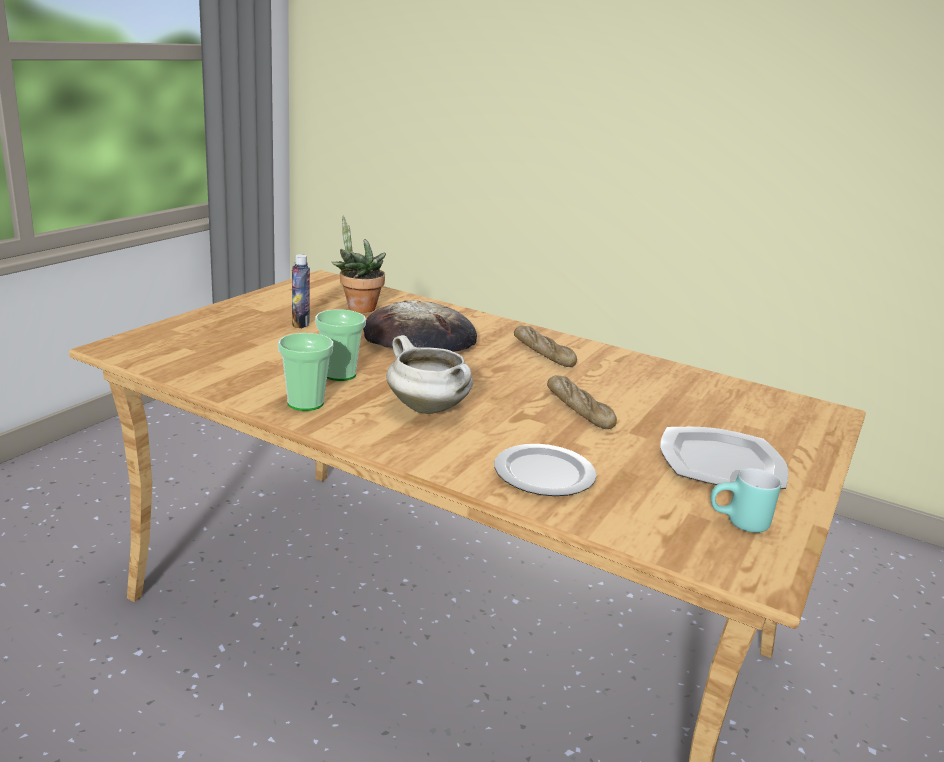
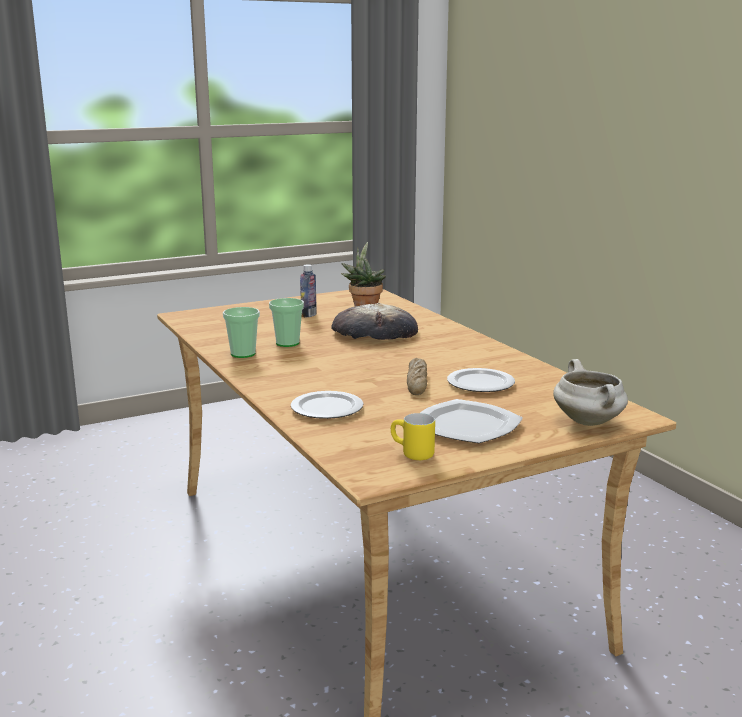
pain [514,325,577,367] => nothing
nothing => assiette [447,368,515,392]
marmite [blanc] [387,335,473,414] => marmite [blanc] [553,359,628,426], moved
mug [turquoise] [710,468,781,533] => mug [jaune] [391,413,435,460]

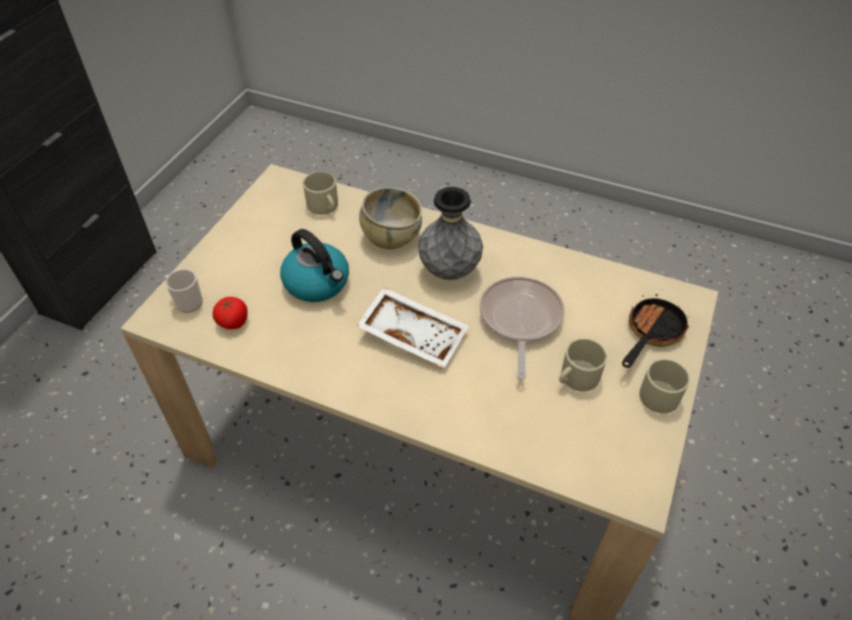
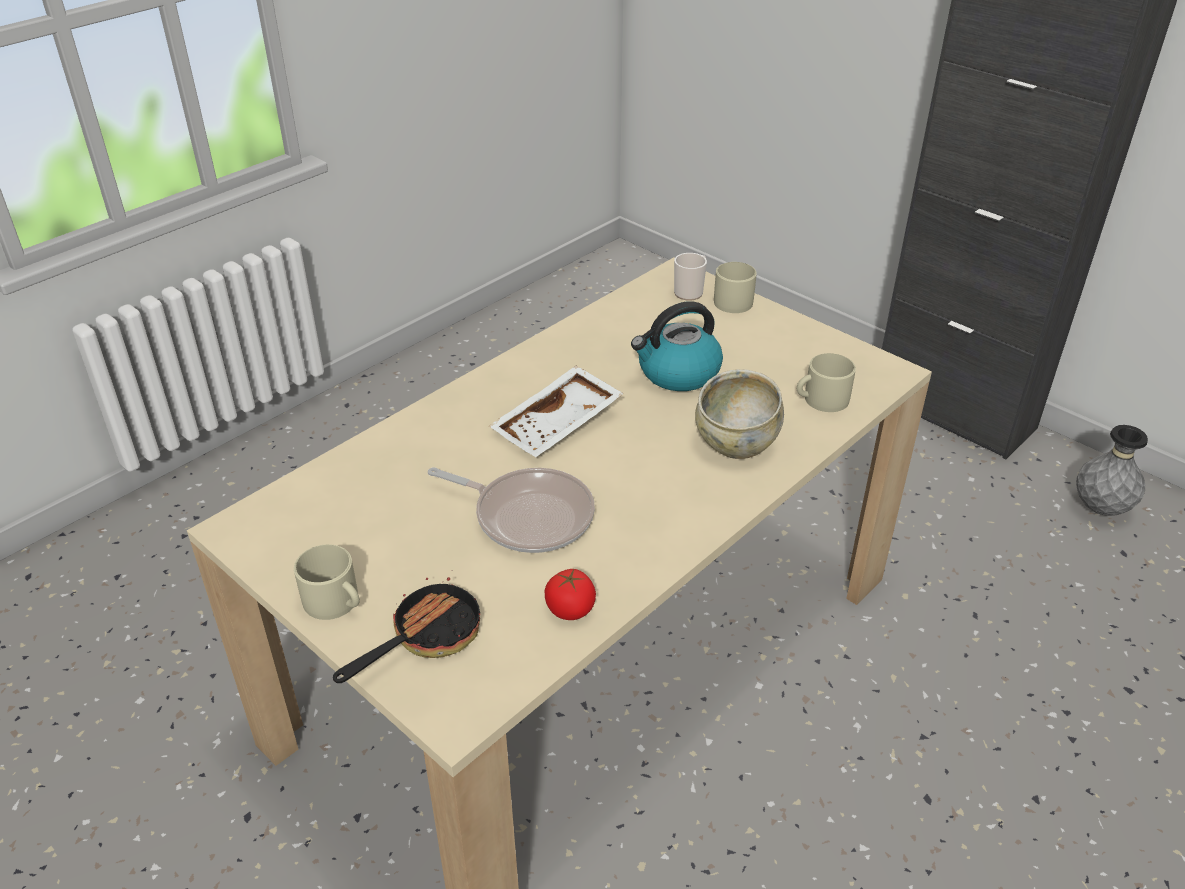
tomate [213,297,248,329] => tomate [544,569,596,620], moved
vase [gris] [418,187,483,280] => vase [gris] [1076,425,1148,516], moved
mug [beige] [559,339,607,392] => mug [beige] [714,262,757,313], moved
poêle [622,294,689,368] => poêle [333,577,481,683], 105 degrees counterclockwise

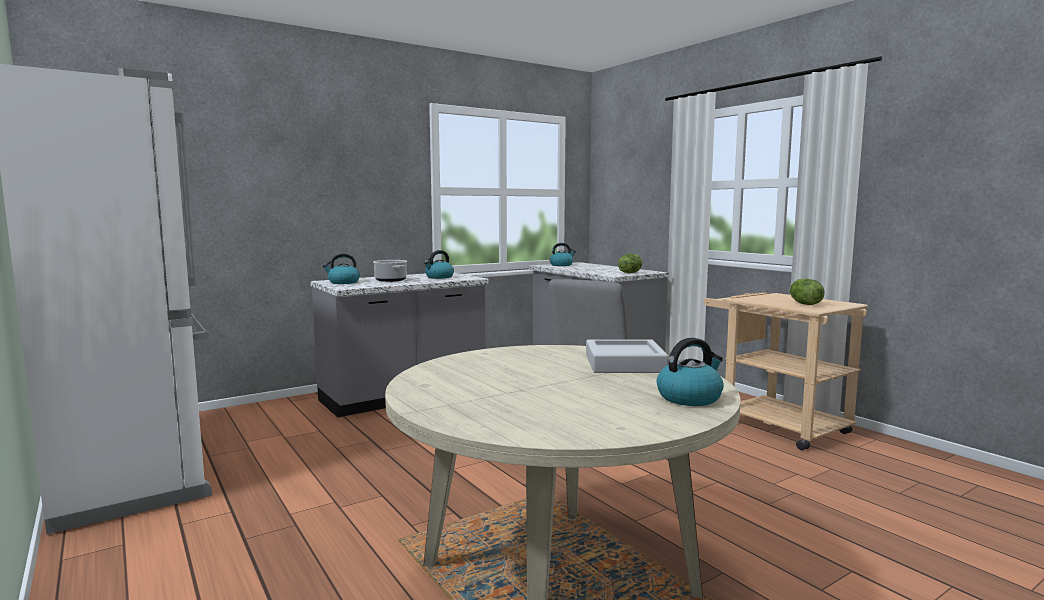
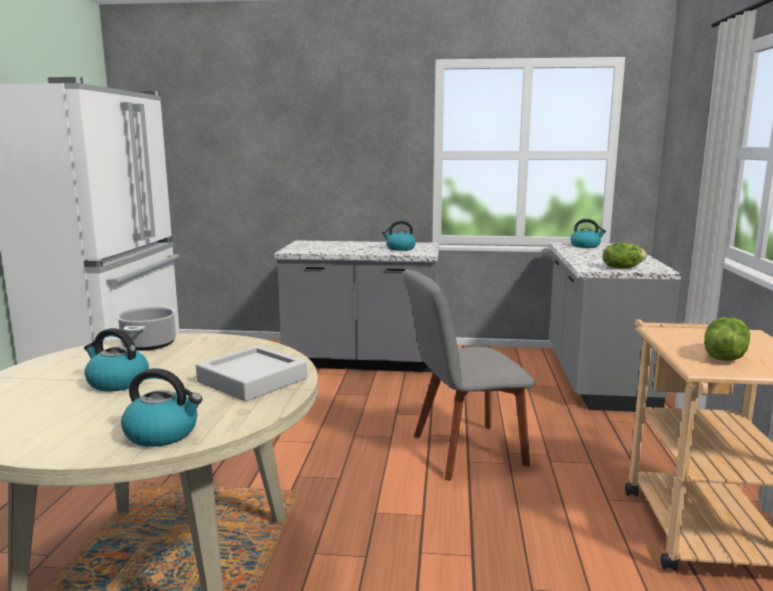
bouilloire [323,253,360,284] => bouilloire [84,328,149,391], moved
marmite [374,260,407,282] => marmite [116,307,176,351], moved

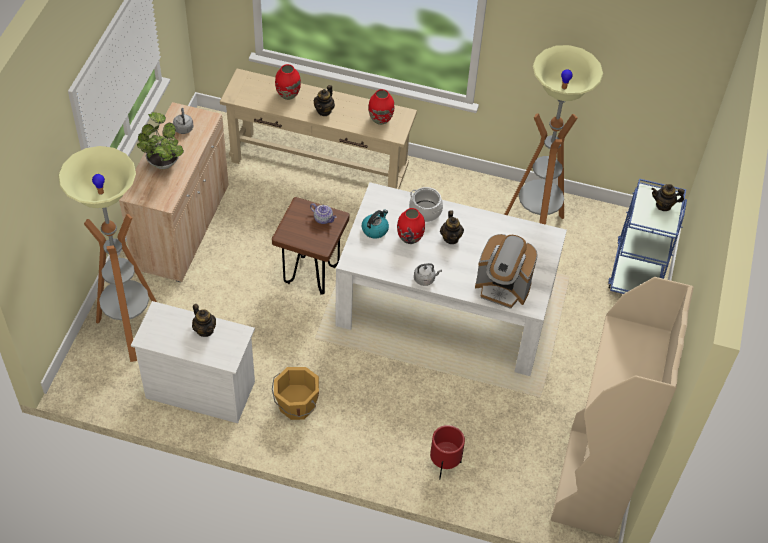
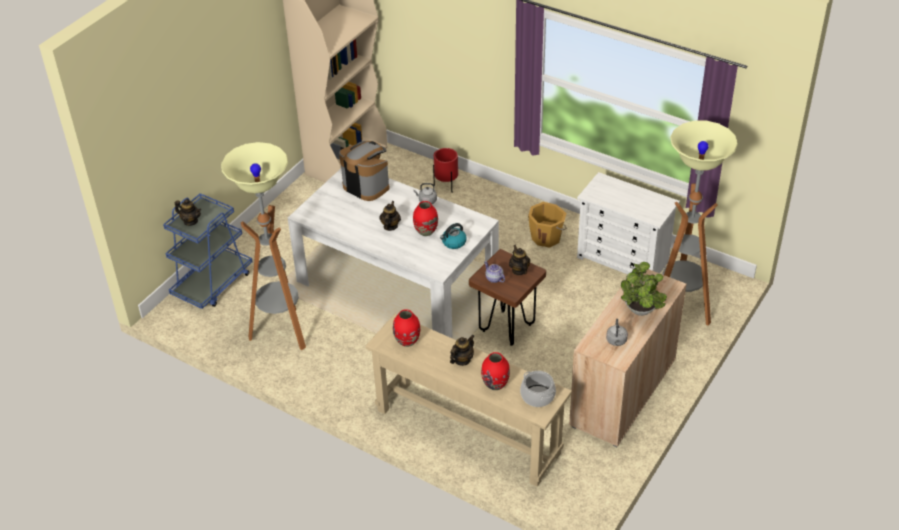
théière [192,304,216,337] => théière [509,245,530,275], moved
marmite [409,187,443,222] => marmite [520,371,556,407], moved

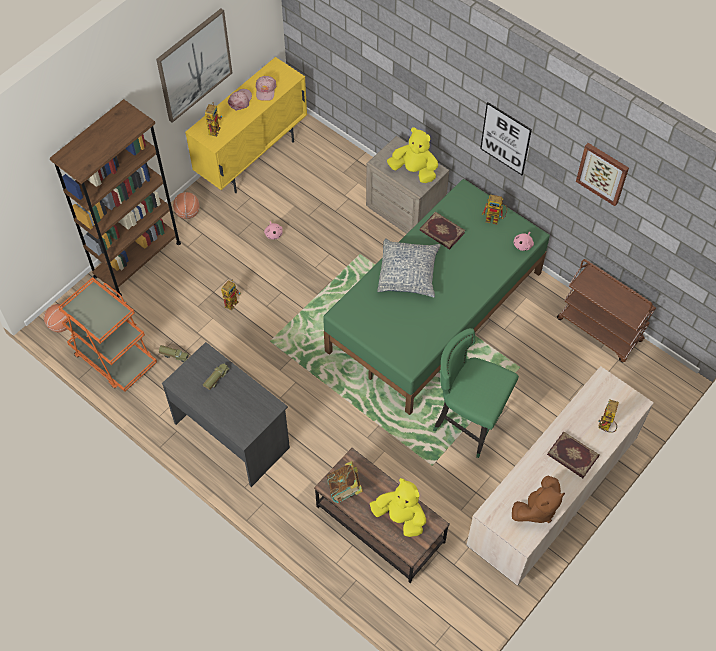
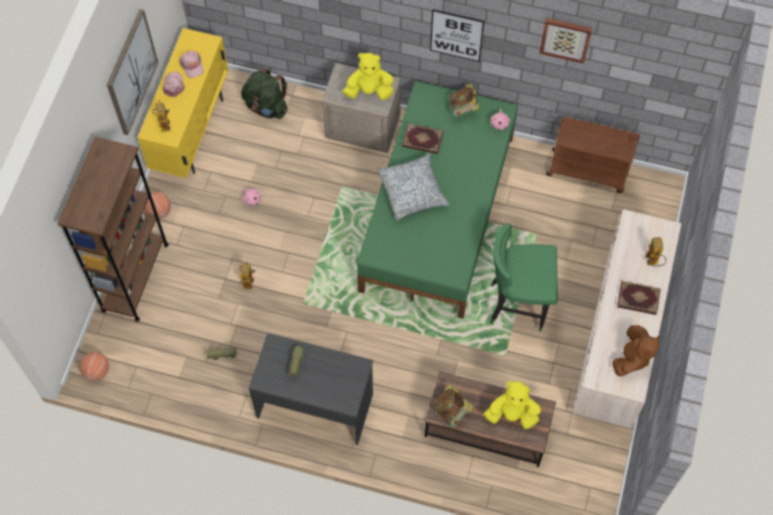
chariot [orange] [58,277,157,392] => nothing
nothing => sac à dos [vert] [241,69,287,119]
robot jouet [482,195,507,224] => livre [449,84,480,117]

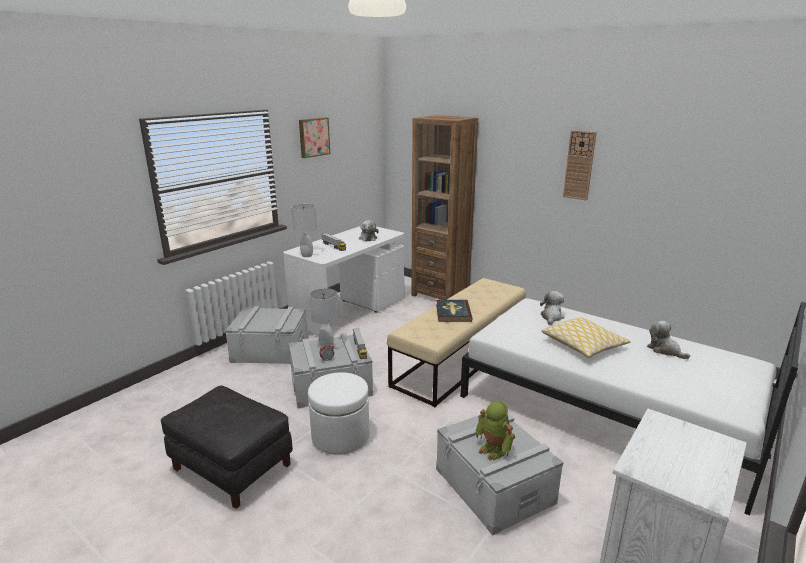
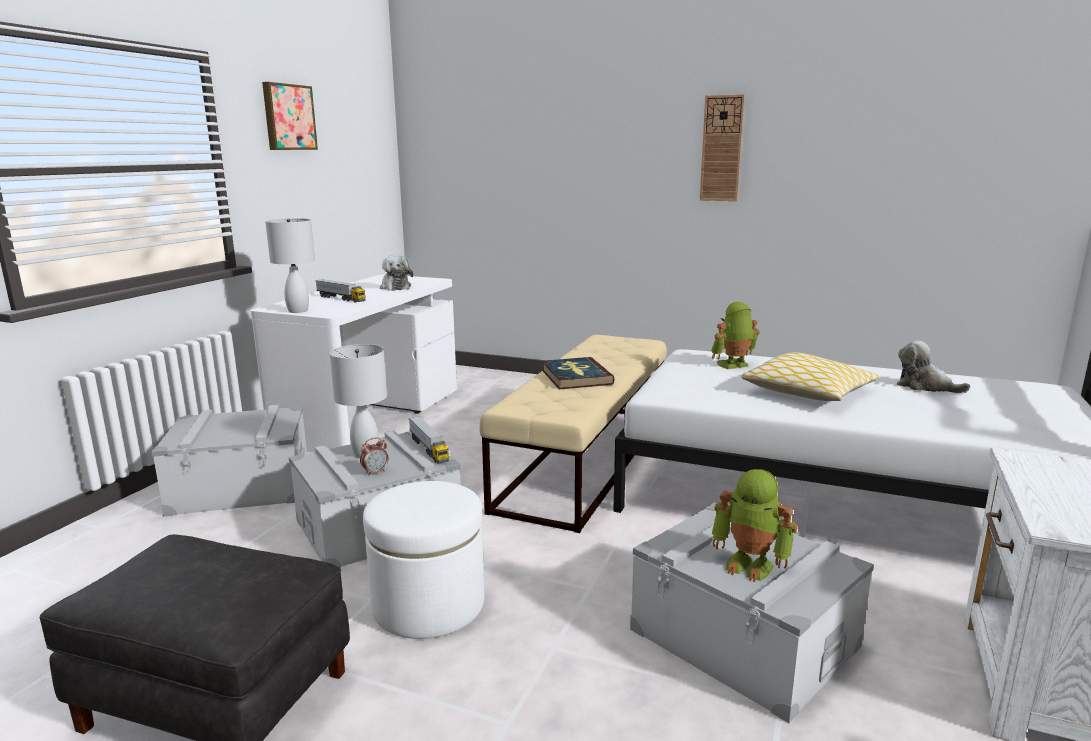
bibliothèque [marron] [411,115,478,300] => nothing
peluche [540,291,564,325] => robot jouet [711,302,760,369]

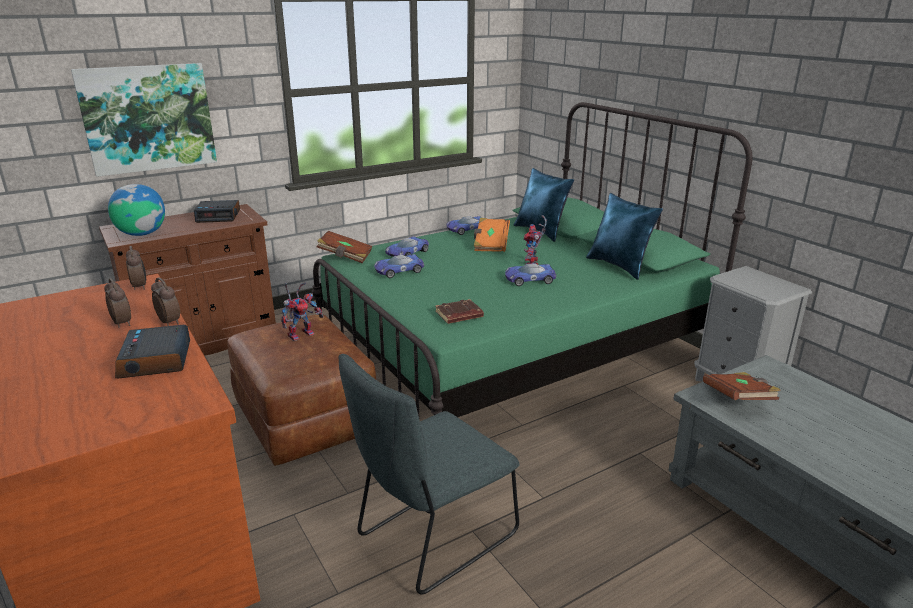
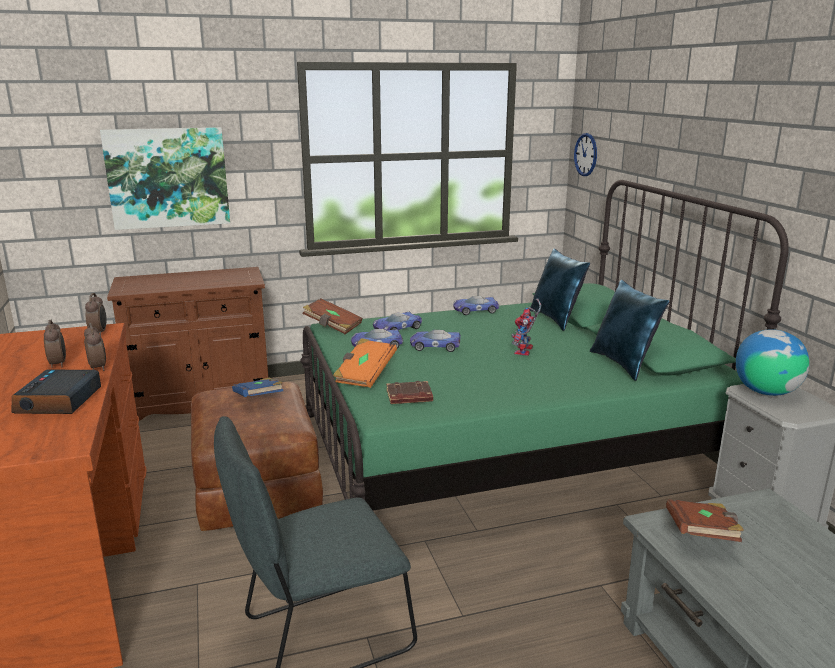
réveil [194,200,240,223] => nothing
nothing => horloge murale [574,133,597,176]
globe [108,184,165,236] => globe [736,329,809,396], moved
livre [orange] [474,218,510,252] => livre [orange] [333,338,397,388], moved
petite voiture [505,263,557,286] => petite voiture [410,330,461,352], moved
robot jouet [281,282,324,341] => livre [bleu] [232,378,283,397]

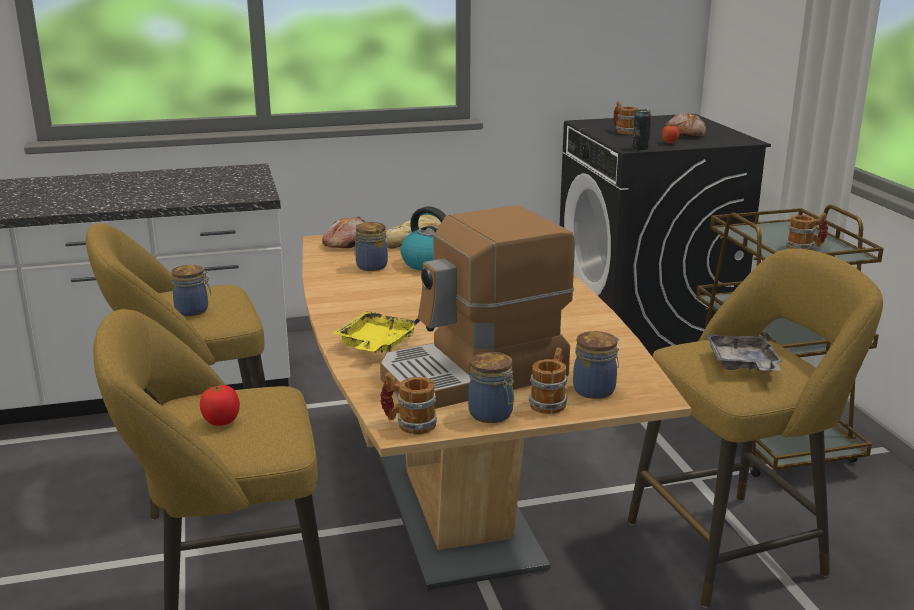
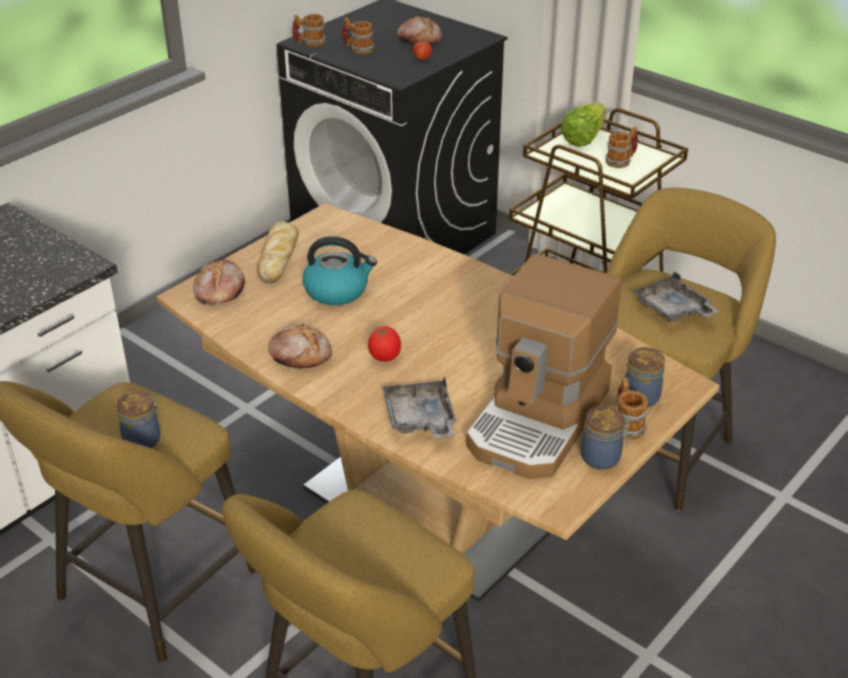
bocal [354,222,388,271] => nothing
boîte métallique [633,109,652,150] => nothing
nothing => pain [268,324,332,368]
nothing => laitue [561,102,606,147]
tomate [200,384,240,426] => tomate [368,326,401,362], moved
mug [380,372,437,435] => mug [292,14,326,47], moved
plateau [jaune] [333,311,420,353] => plateau [gris] [382,376,457,438]

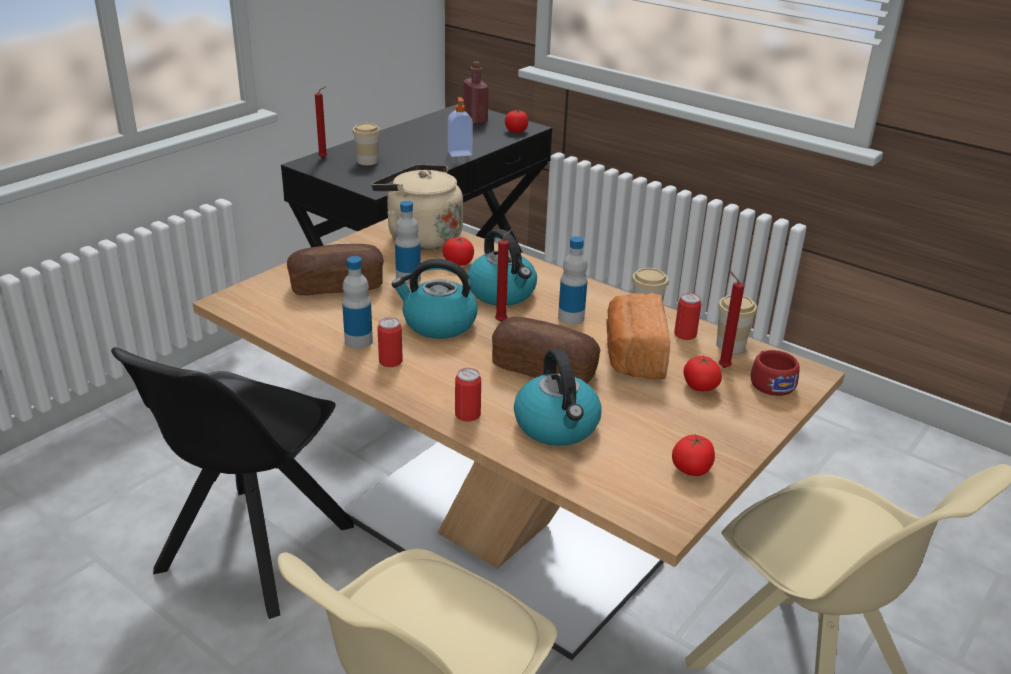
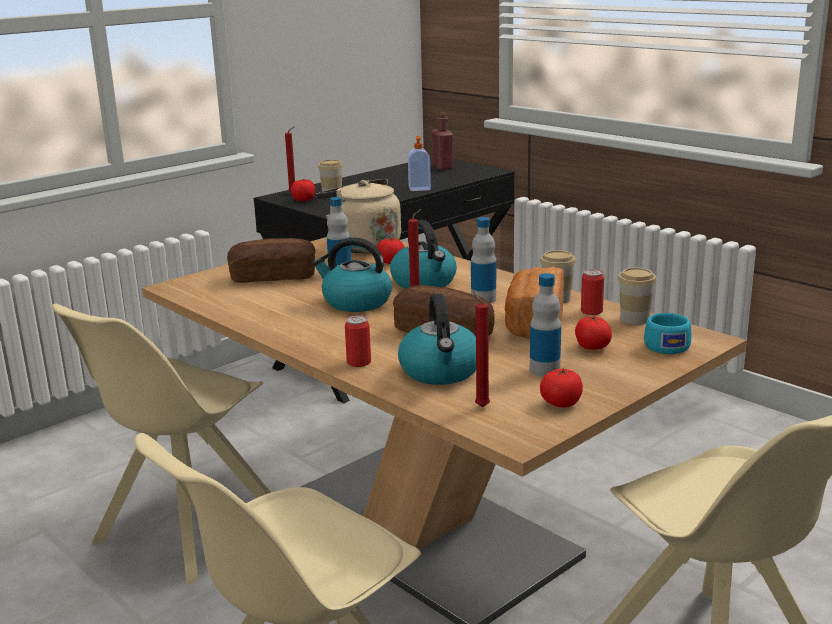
boîte métallique [378,317,403,367] => nothing
bouteille [342,256,373,349] => bouteille [530,273,561,377], moved
tomate [505,110,528,133] => tomate [291,179,315,201], moved
bougie [rouge] [719,271,744,368] => bougie [rouge] [473,290,490,407], moved
chaise [noir] [111,347,354,619] => chaise [beige] [52,303,271,584]
tasse [rouge] [751,350,800,396] => tasse [turquoise] [644,313,691,354]

